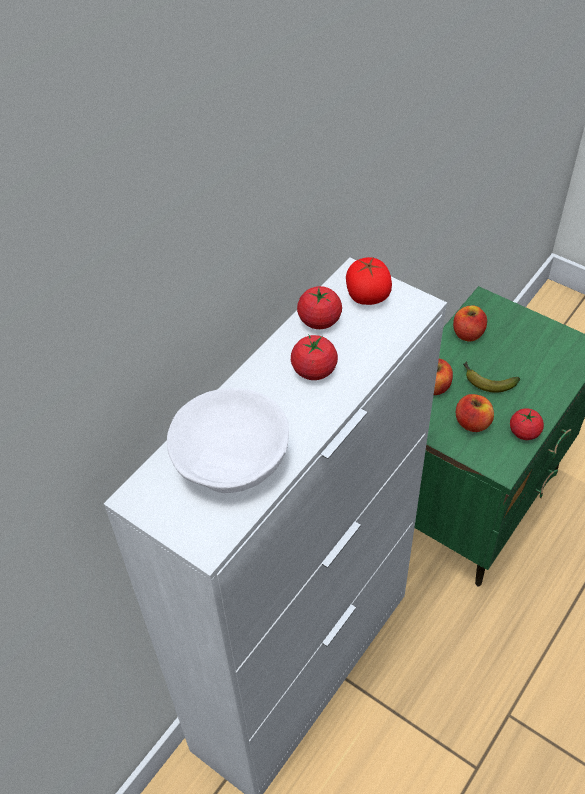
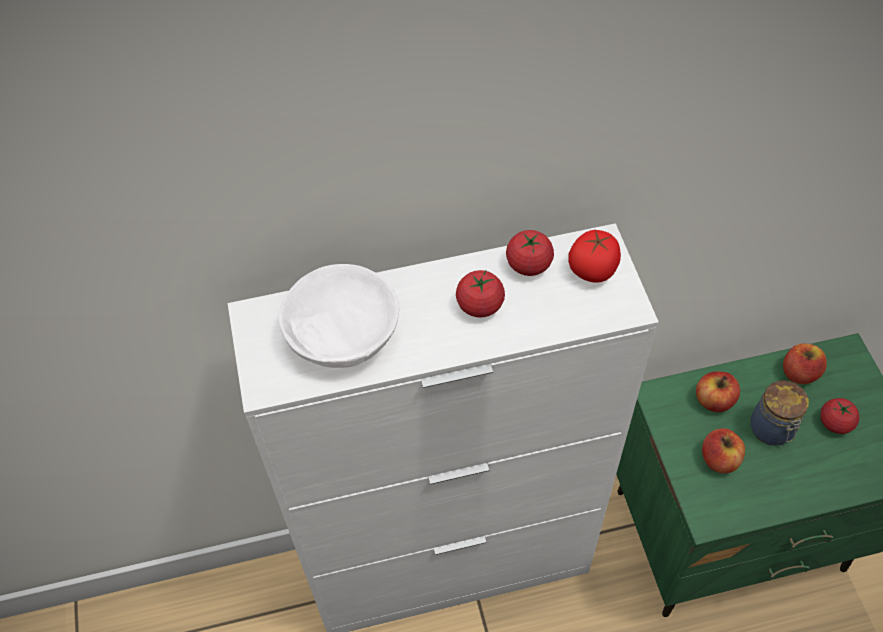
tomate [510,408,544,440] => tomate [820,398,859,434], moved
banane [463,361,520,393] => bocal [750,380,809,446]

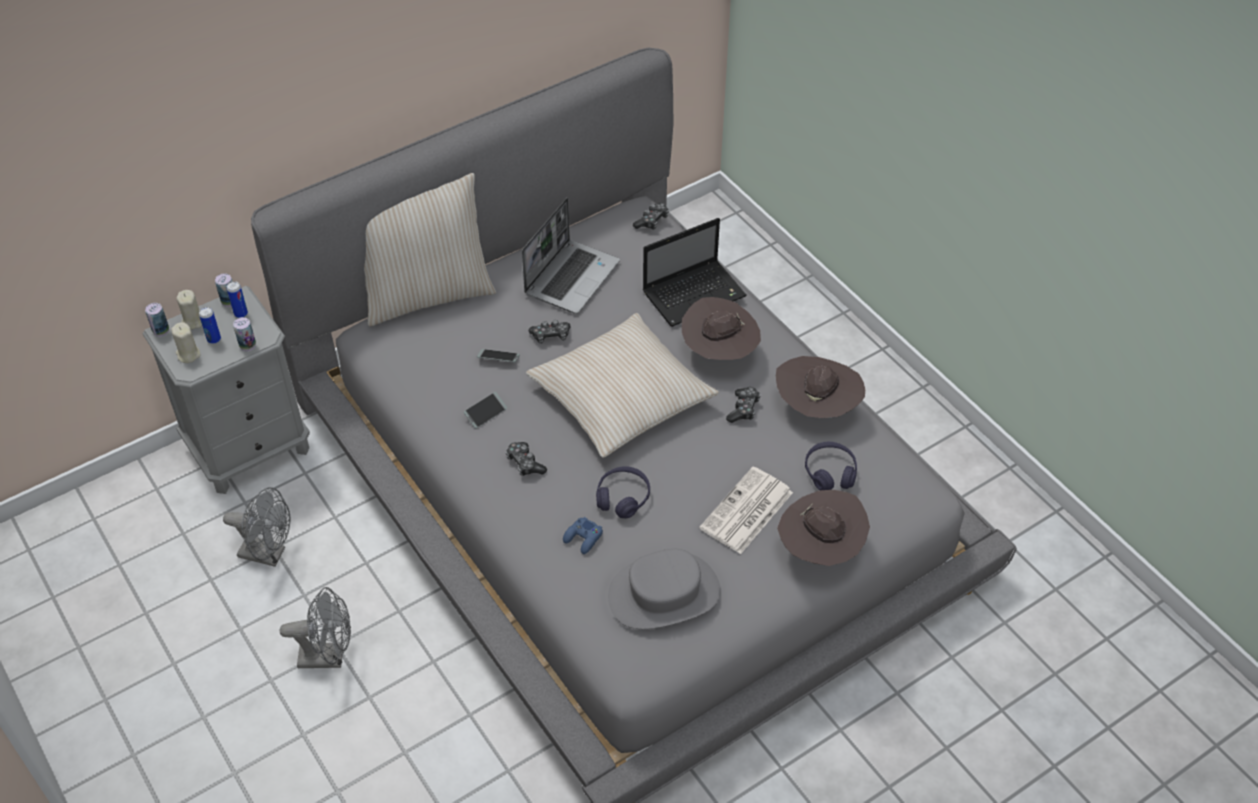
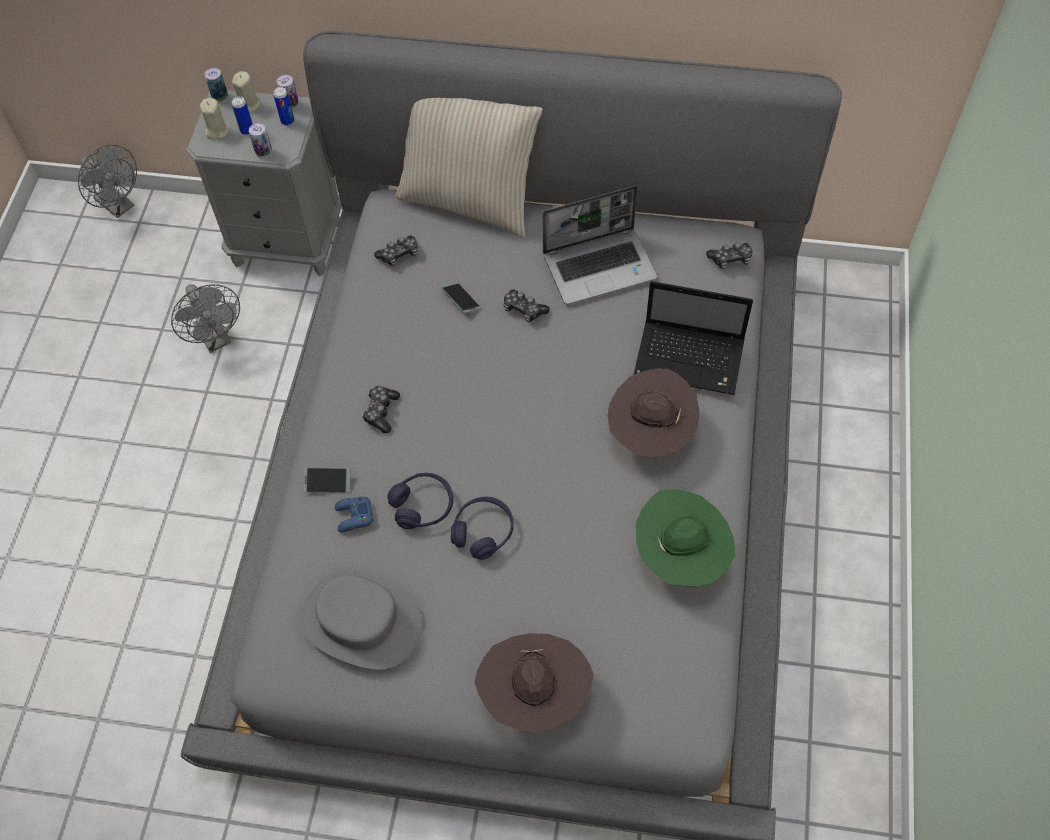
coussin [beige] [526,313,719,458] => nothing
journal [699,467,793,554] => nothing
ventilateur [gris] [280,587,351,668] => ventilateur [gris] [78,145,137,218], moved
téléphone [464,392,507,428] => téléphone [304,468,351,493], moved
manette [726,387,761,423] => manette [374,236,418,266], moved
casque audio [violet] [805,442,857,490] => casque audio [violet] [451,497,514,560], moved
chapeau [marron] [776,356,865,419] => chapeau [vert] [636,489,735,586]

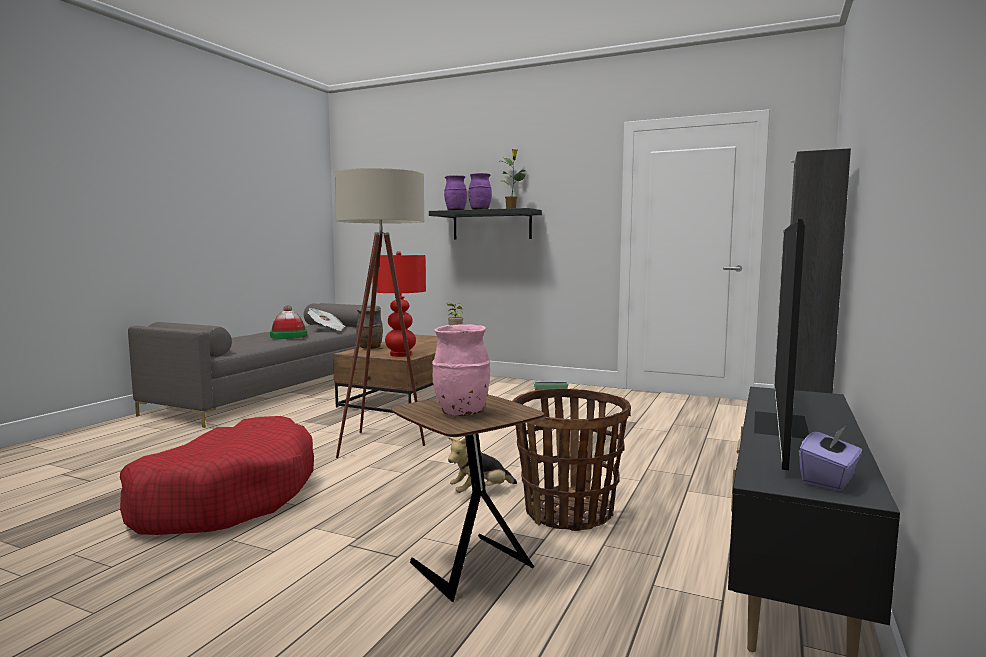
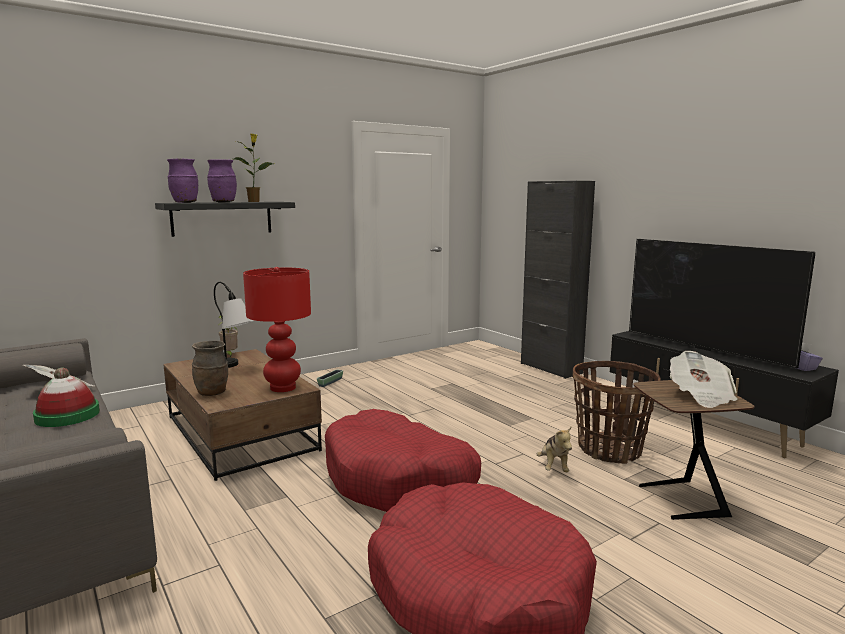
nothing => lampe de table [214,282,255,368]
lampadaire [beige] [335,168,425,458] => panier pour chien [rouge] [325,409,481,512]
vase [rose] [432,324,490,416] => journal [670,351,738,408]

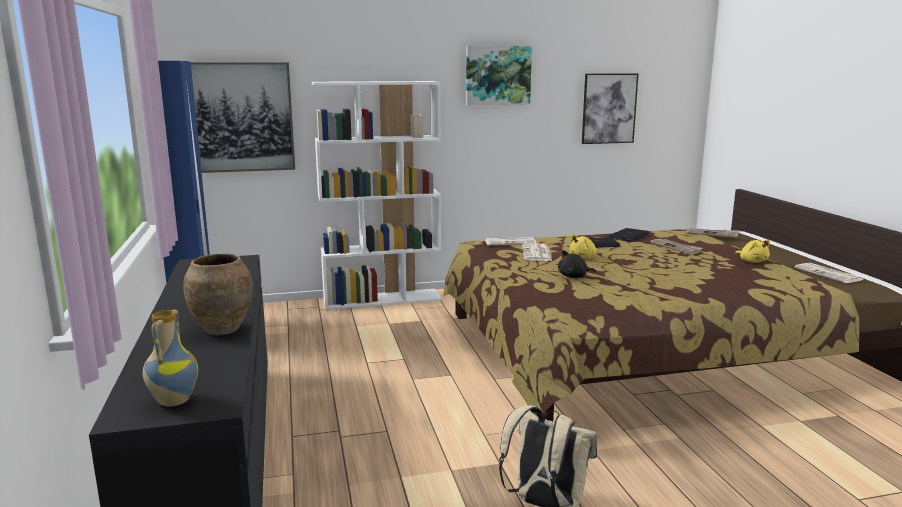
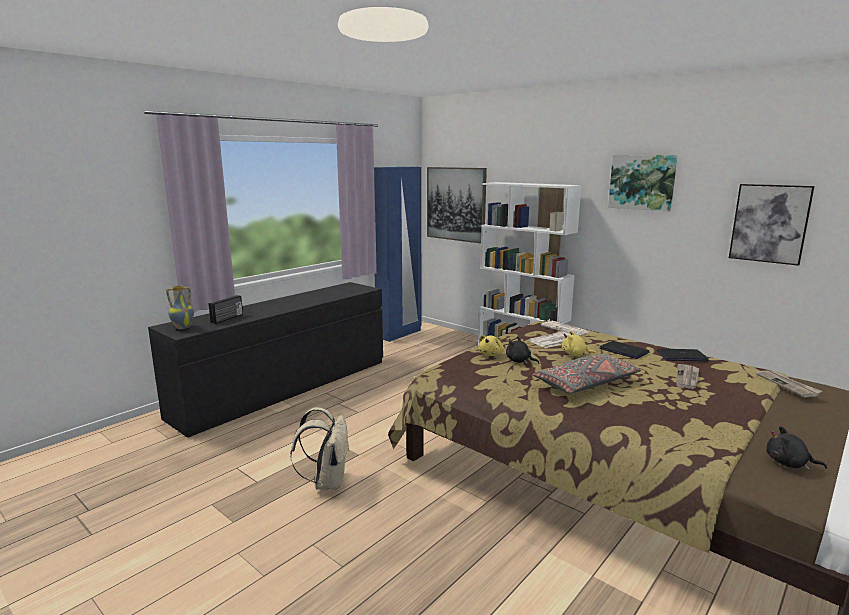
vase [marron] [183,254,253,335] => nothing
nothing => radio [209,295,243,324]
nothing => coussin [gris] [532,353,641,393]
peluche [jaune] [735,240,770,263] => peluche [jaune] [478,335,504,356], moved
journal [794,263,863,283] => peluche [noir] [766,426,827,470]

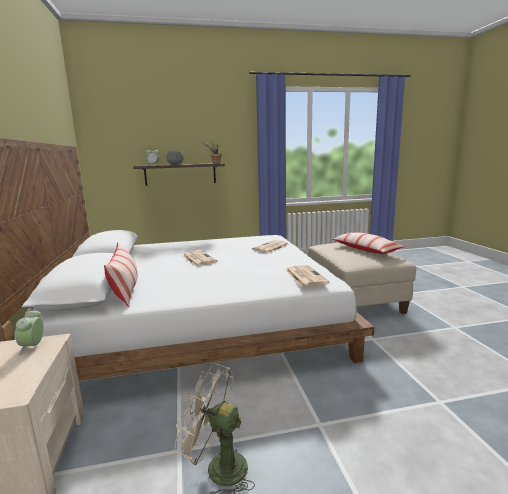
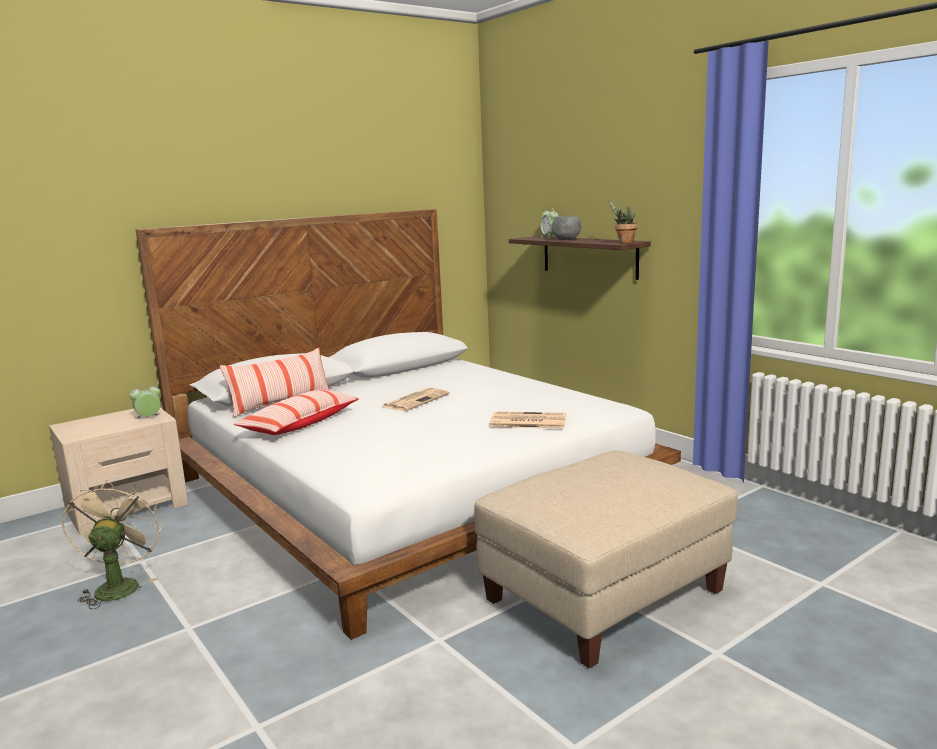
journal [285,265,330,287] => nothing
coussin [333,232,405,254] => coussin [234,390,359,435], moved

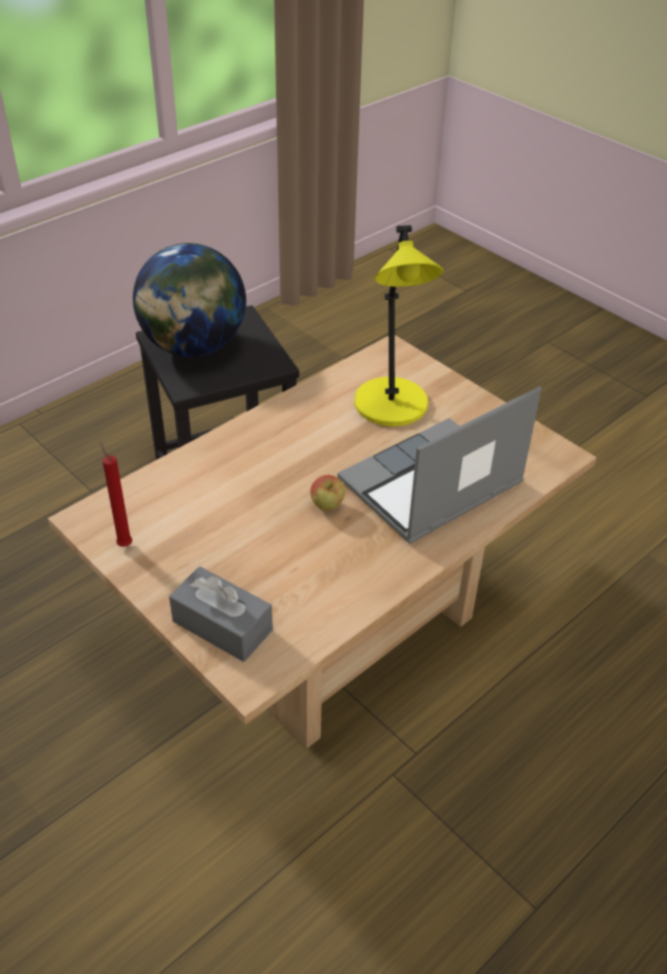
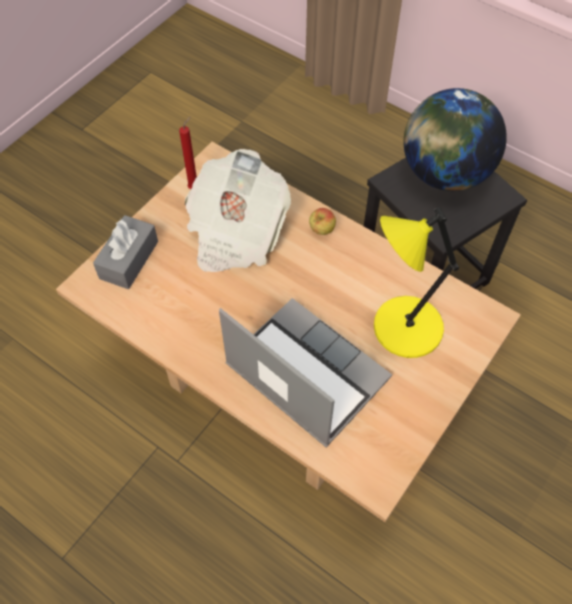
nothing => journal [185,149,291,272]
pomme [310,475,345,510] => pomme [309,208,336,235], moved

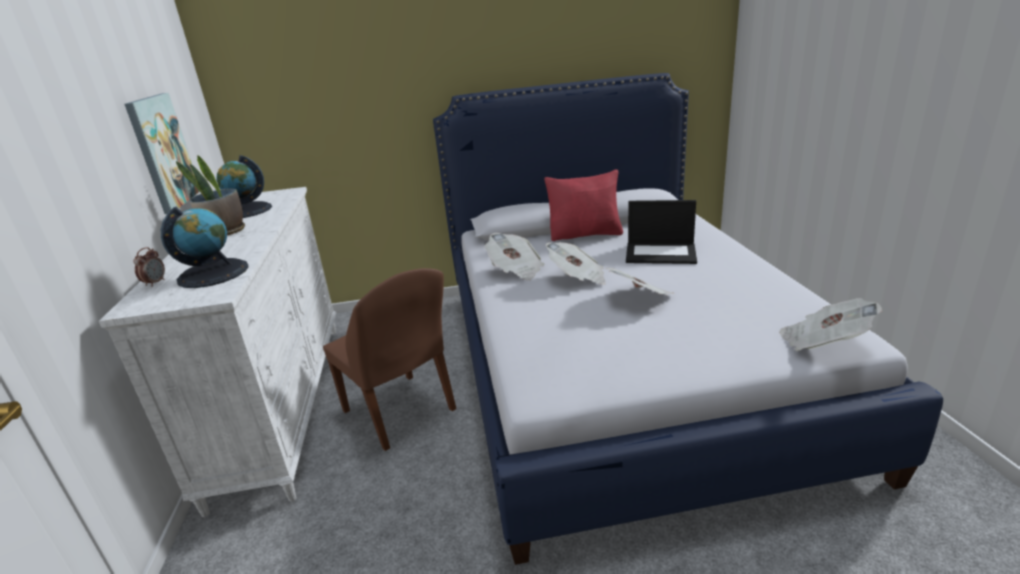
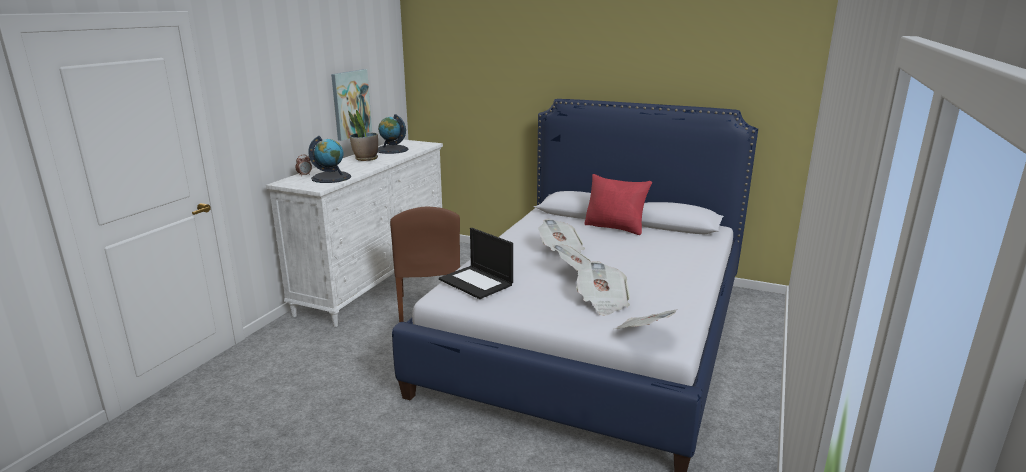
journal [484,233,544,280] => journal [576,261,630,316], moved
ordinateur portable [626,200,697,264] => ordinateur portable [439,228,513,299], moved

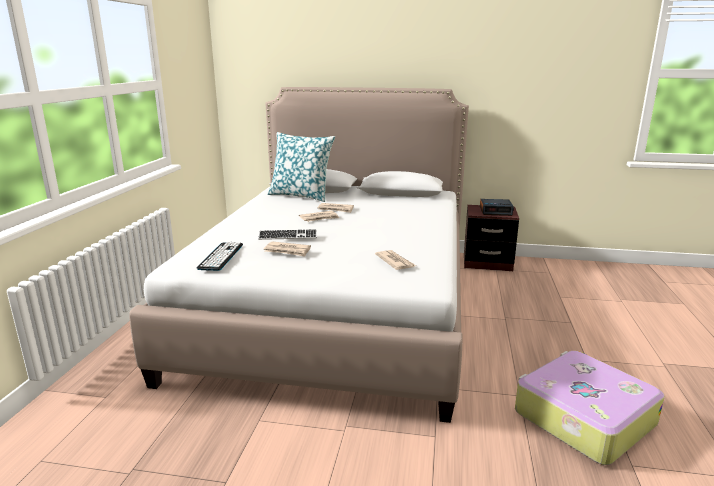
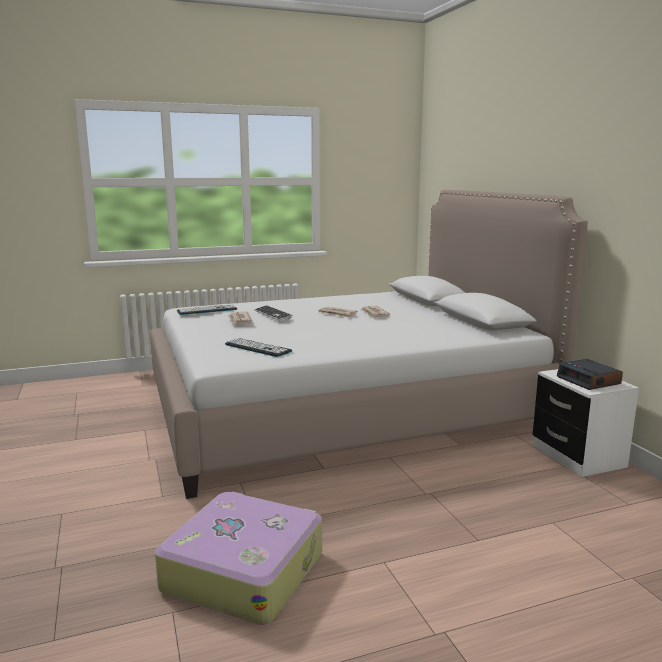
coussin [267,132,335,202] => nothing
journal [375,250,416,270] => clavier [225,338,292,357]
table de chevet [marron] [464,205,519,271] => table de chevet [blanc] [533,369,639,477]

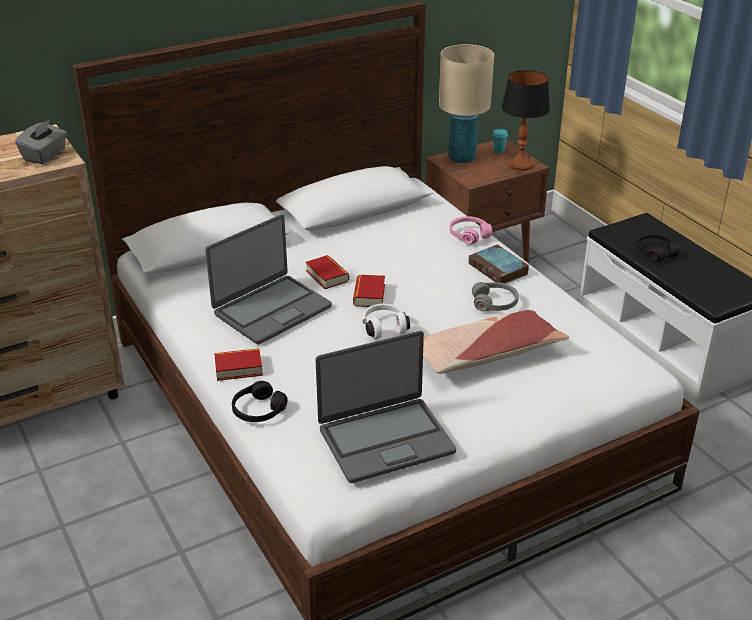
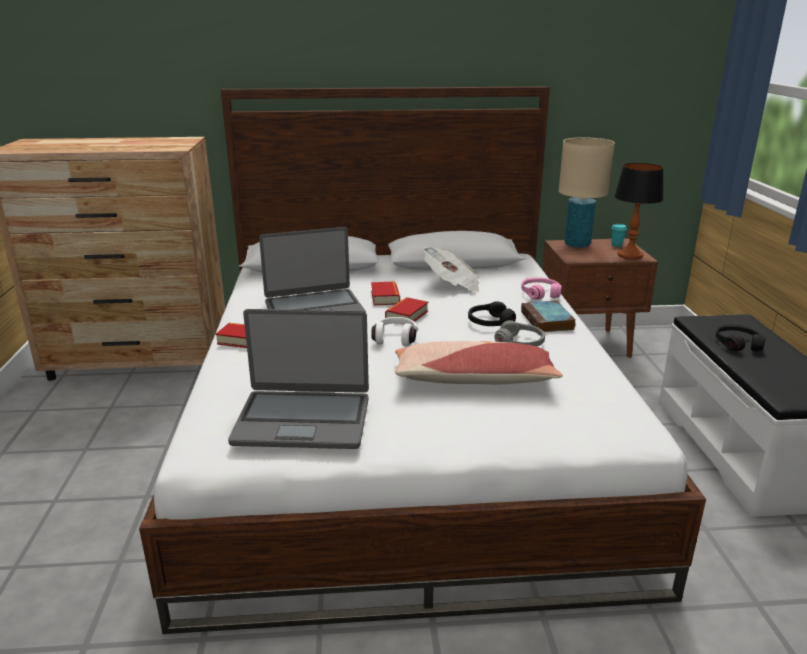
boîte à mouchoirs [gris] [15,120,67,164] => nothing
nothing => journal [423,247,480,292]
casque audio [noir] [232,381,288,422] => casque audio [noir] [468,301,516,326], moved

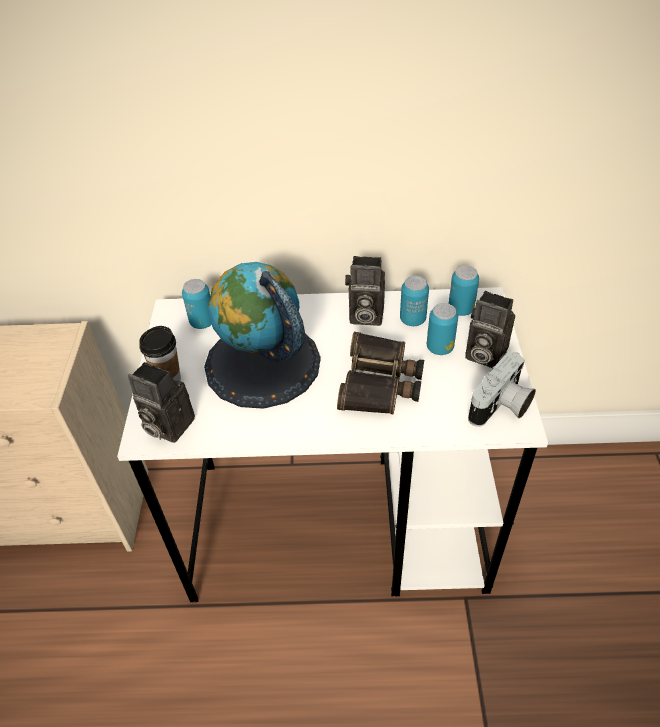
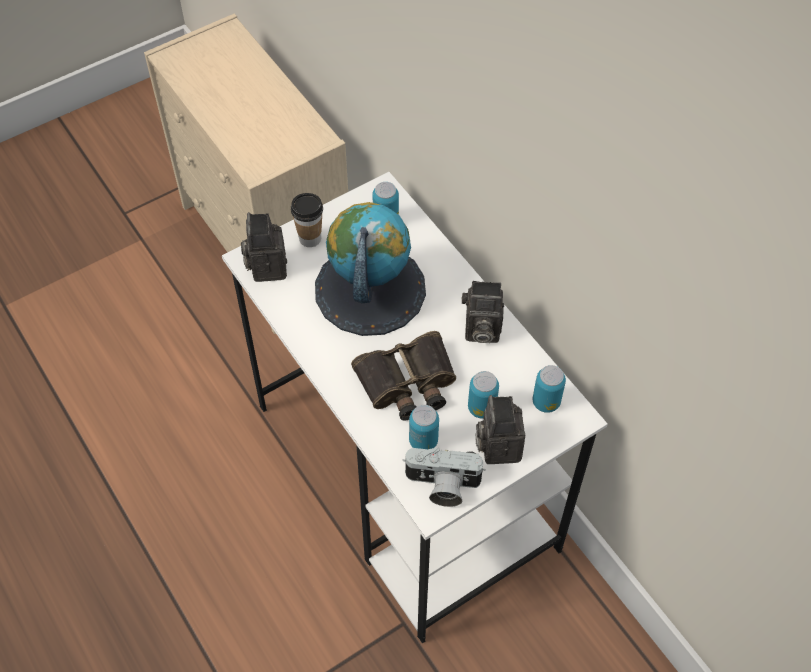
boîte métallique [400,276,429,326] => boîte métallique [409,405,439,449], moved
appareil photo [345,256,385,326] => appareil photo [461,281,504,344], 60 degrees counterclockwise

